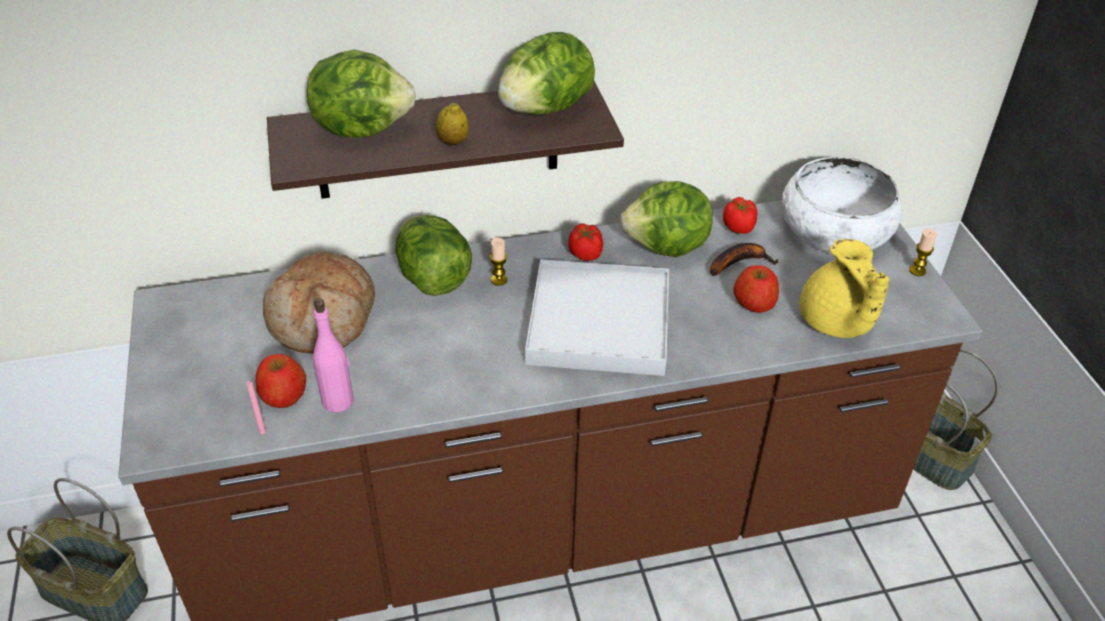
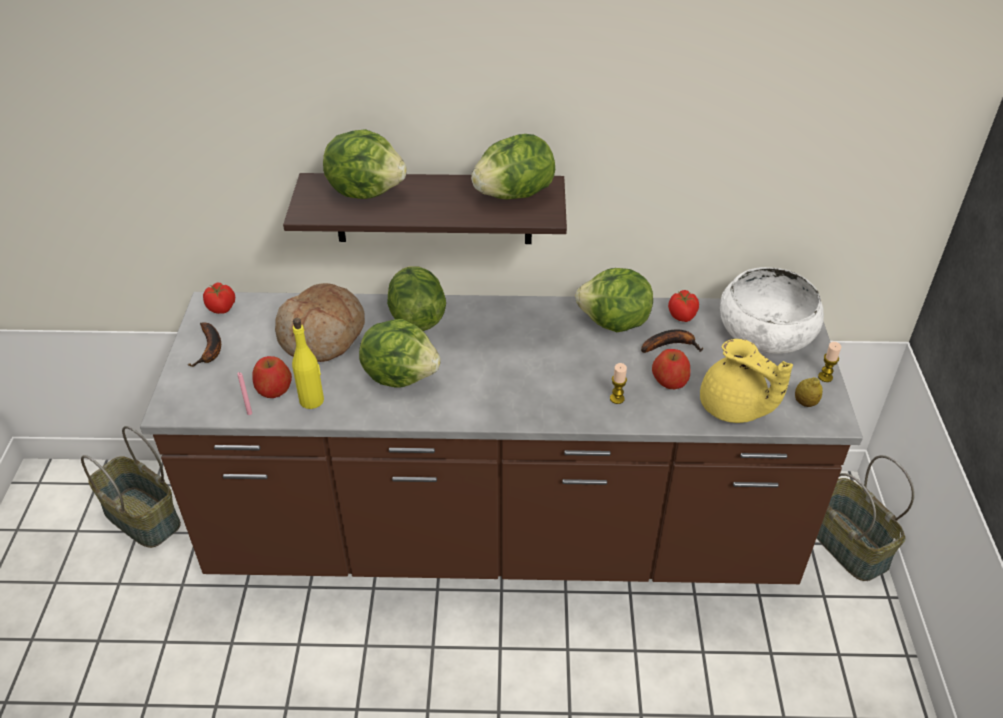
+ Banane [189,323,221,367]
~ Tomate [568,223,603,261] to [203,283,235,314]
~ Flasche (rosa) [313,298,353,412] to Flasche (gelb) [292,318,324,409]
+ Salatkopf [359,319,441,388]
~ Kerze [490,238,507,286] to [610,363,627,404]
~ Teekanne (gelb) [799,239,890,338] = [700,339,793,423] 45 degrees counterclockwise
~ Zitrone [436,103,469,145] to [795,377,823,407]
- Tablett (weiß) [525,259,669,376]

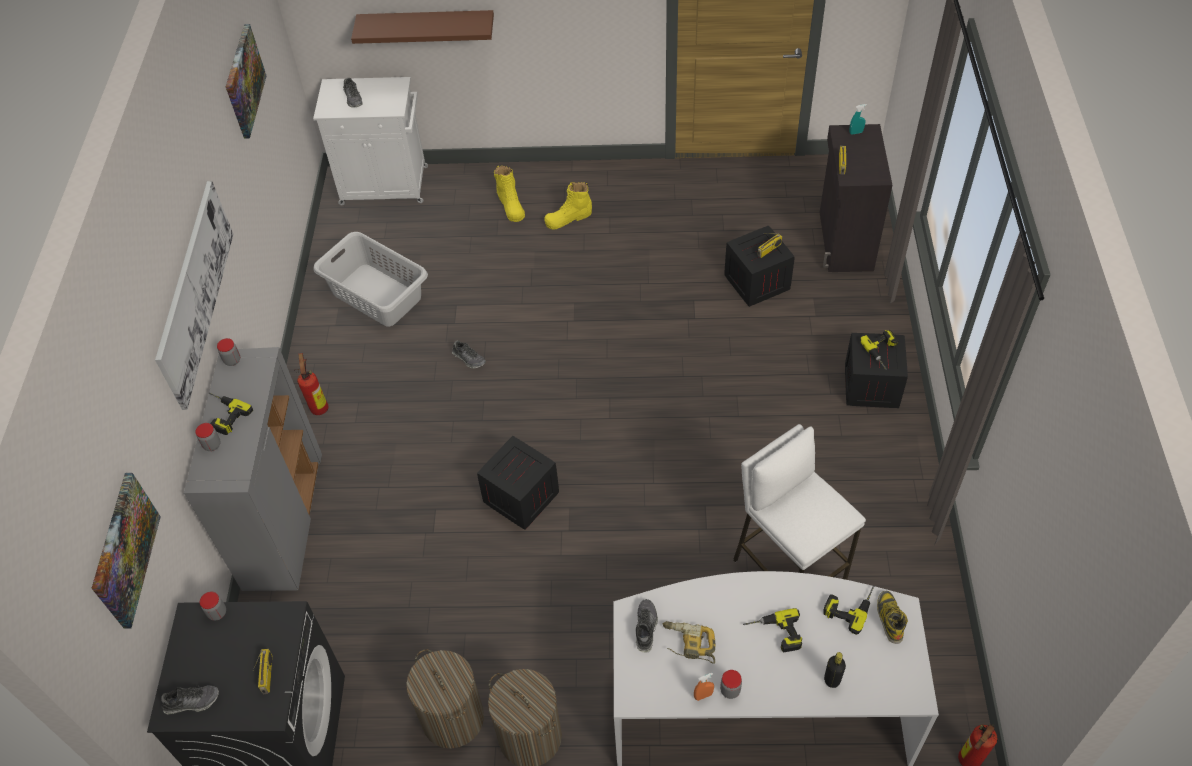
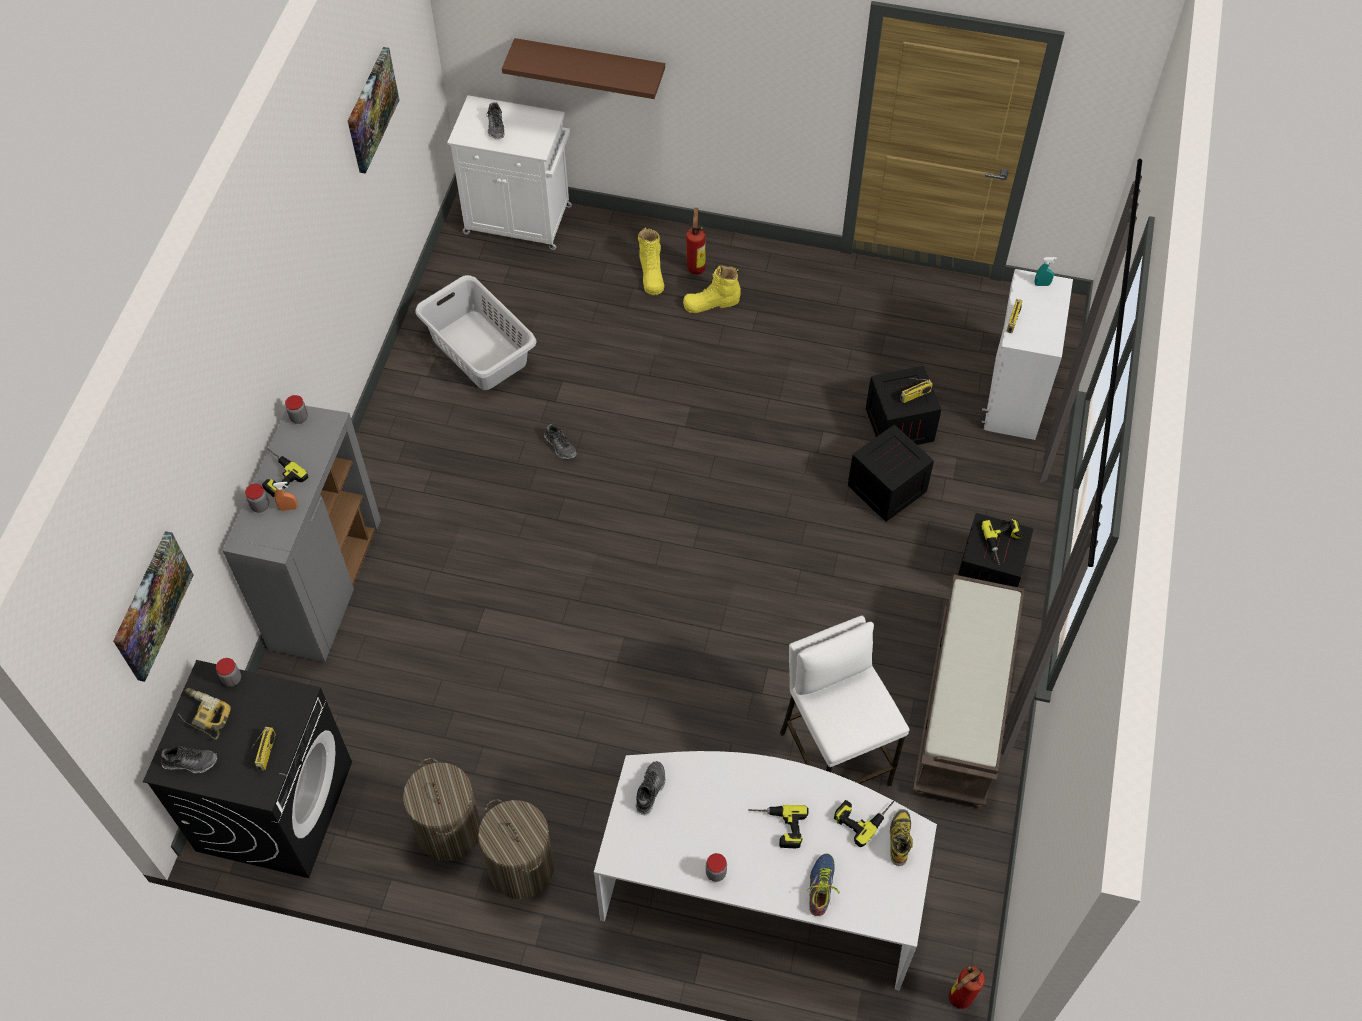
~ Bohrmaschine [663,621,715,664] to [178,688,231,740]
~ Sprühflasche (orange) [694,673,714,701] to [273,482,298,511]
~ Feuerlöscher [294,353,328,415] to [686,208,706,274]
~ Flasche (schwarz) [824,652,846,688] to Schuh [808,854,840,916]
~ Kiste [477,436,559,530] to [848,425,934,522]
+ Bank (braun) [913,575,1025,808]
~ Schrank (schwarz) [820,124,892,272] to Schrank (weiß) [979,269,1073,440]
- Bild [155,181,233,410]

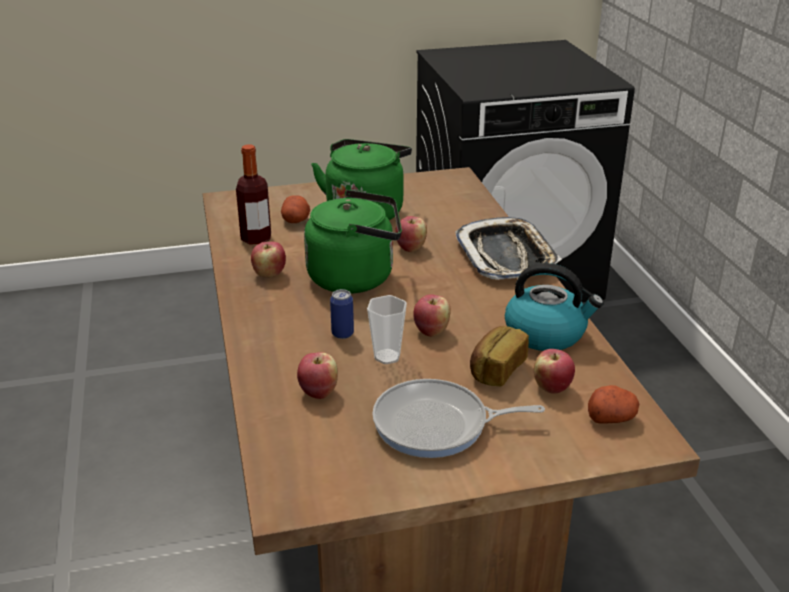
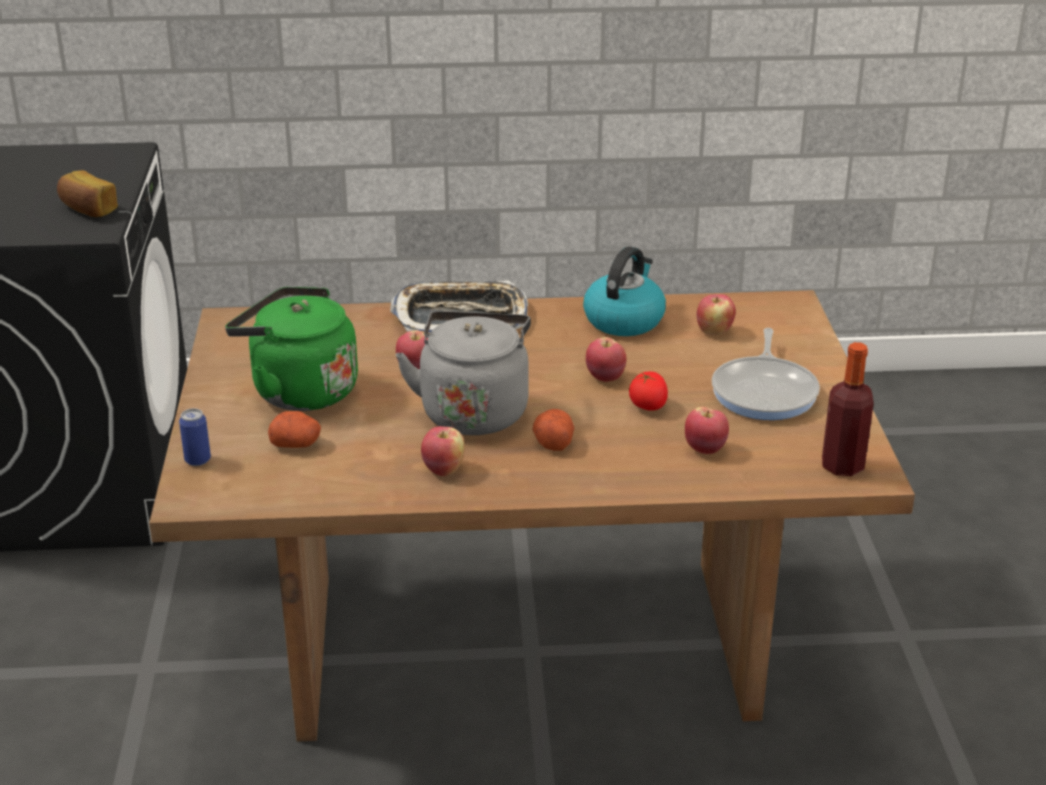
~ Brot [470,326,529,386] to [57,170,118,217]
~ Dose [330,289,354,339] to [179,408,211,466]
~ Wasserkessel (grün) [304,190,402,293] to Wasserkessel (grau) [396,311,531,435]
~ Kartoffel [588,385,639,424] to [532,409,574,451]
~ Tasse [367,295,407,364] to Tomate [629,372,668,411]
~ Flasche [236,144,271,244] to [822,342,874,476]

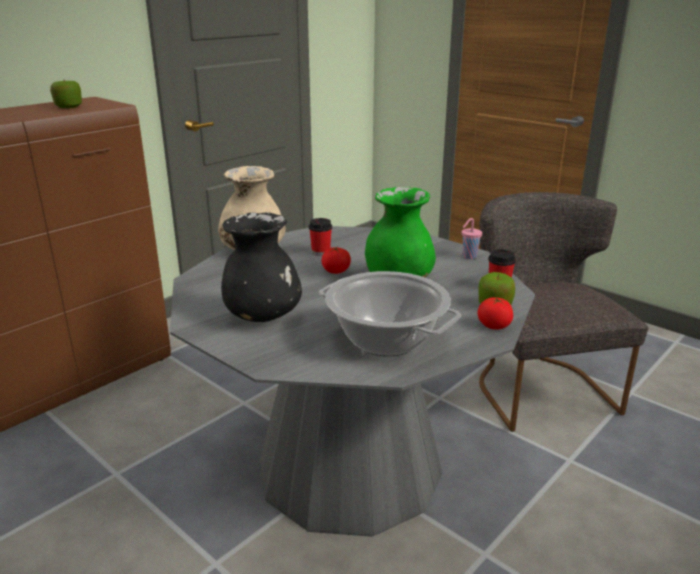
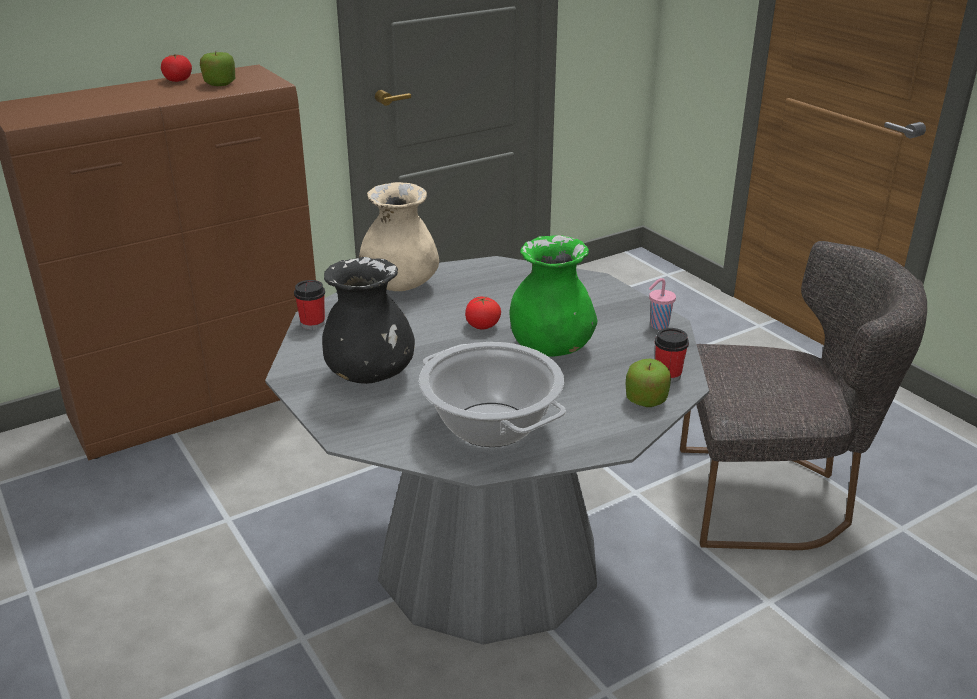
~ Tomate [478,297,513,330] to [161,54,192,82]
~ Tasse [309,218,332,256] to [294,280,325,330]
~ Stuhl (grau) [479,192,649,432] = [680,241,927,550] 90 degrees clockwise

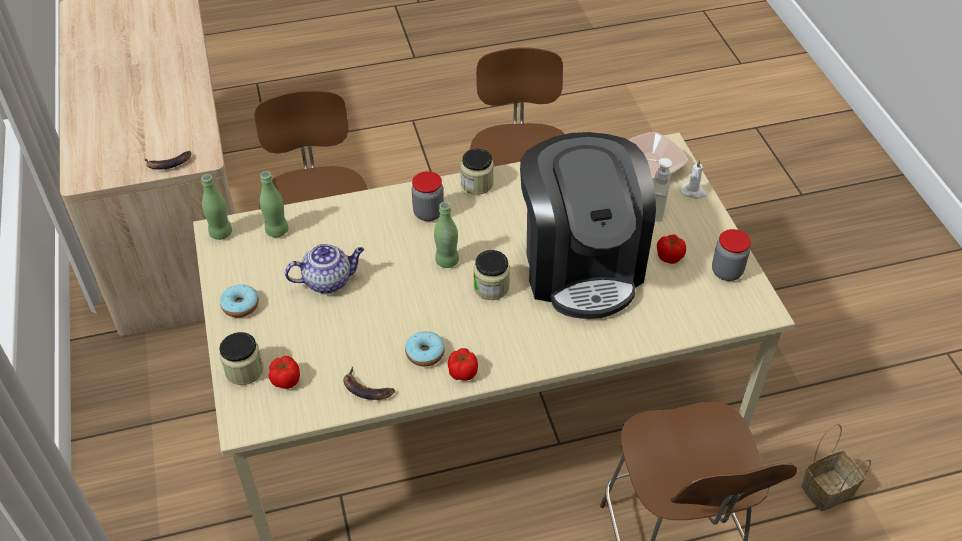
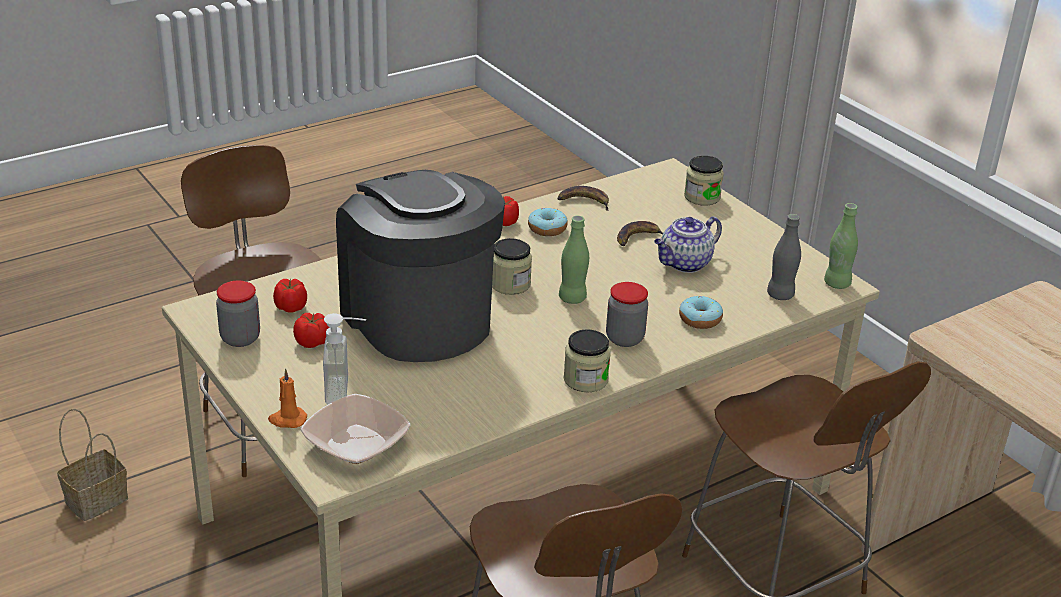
~ Kerze (weiß) [680,159,707,199] to Kerze (orange) [268,369,307,428]
~ Tomate [269,356,300,389] to [273,279,307,313]
~ Banane [144,151,191,170] to [617,221,663,246]
~ Donut [220,284,259,318] to [679,296,723,329]
~ Flasche (grün) [260,171,288,237] to Flasche (grau) [767,214,801,300]

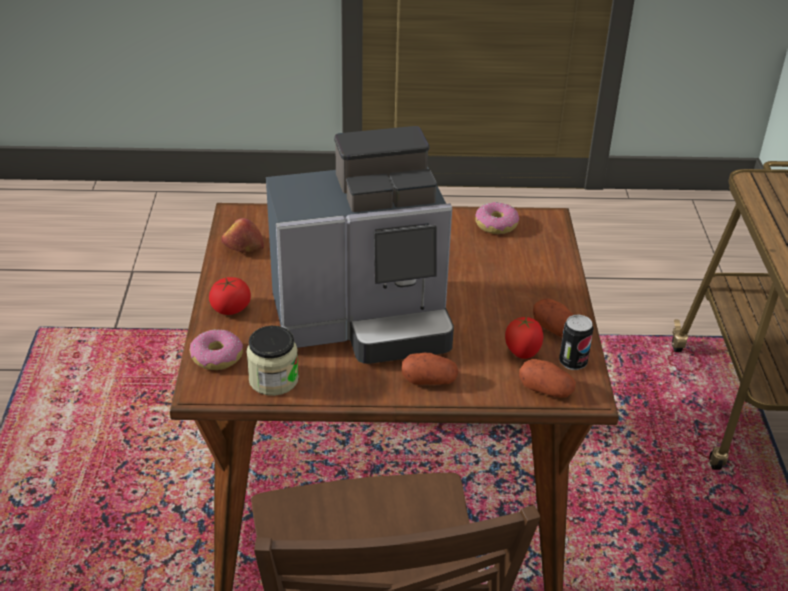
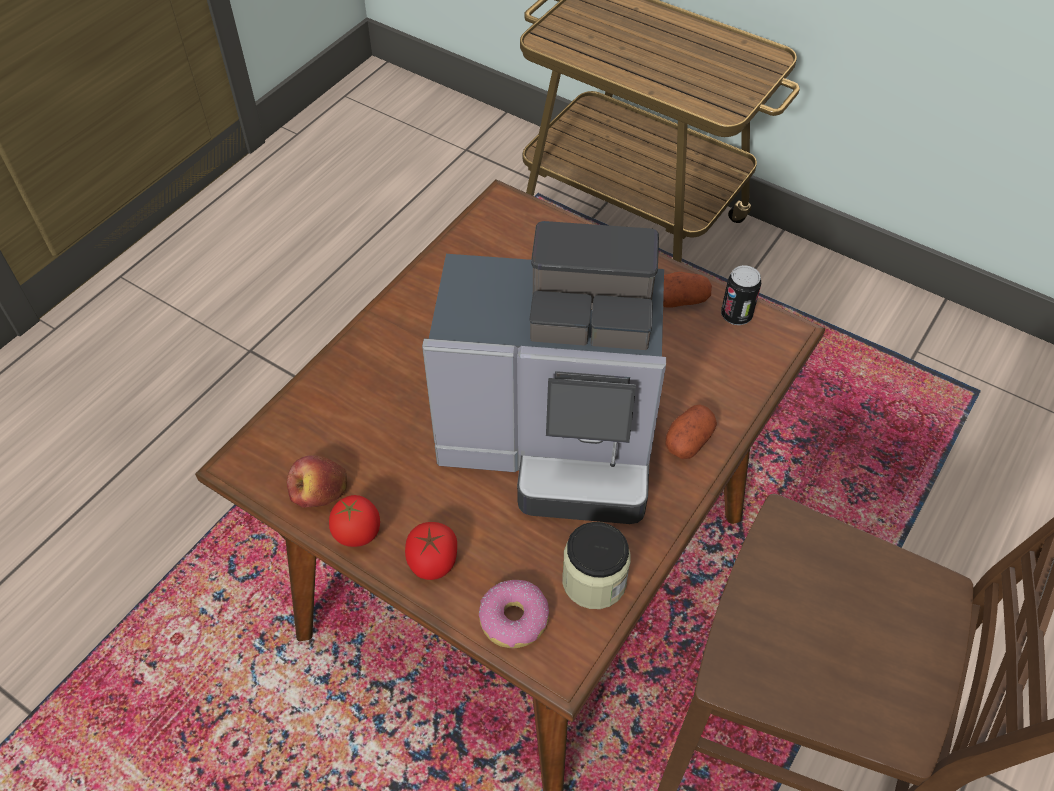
~ Tomate [505,316,543,359] to [329,495,380,547]
~ Kaffeemaschine [266,126,454,364] = [422,221,666,524] 75 degrees clockwise
- Donut [475,202,519,234]
- Kartoffel [519,359,576,398]

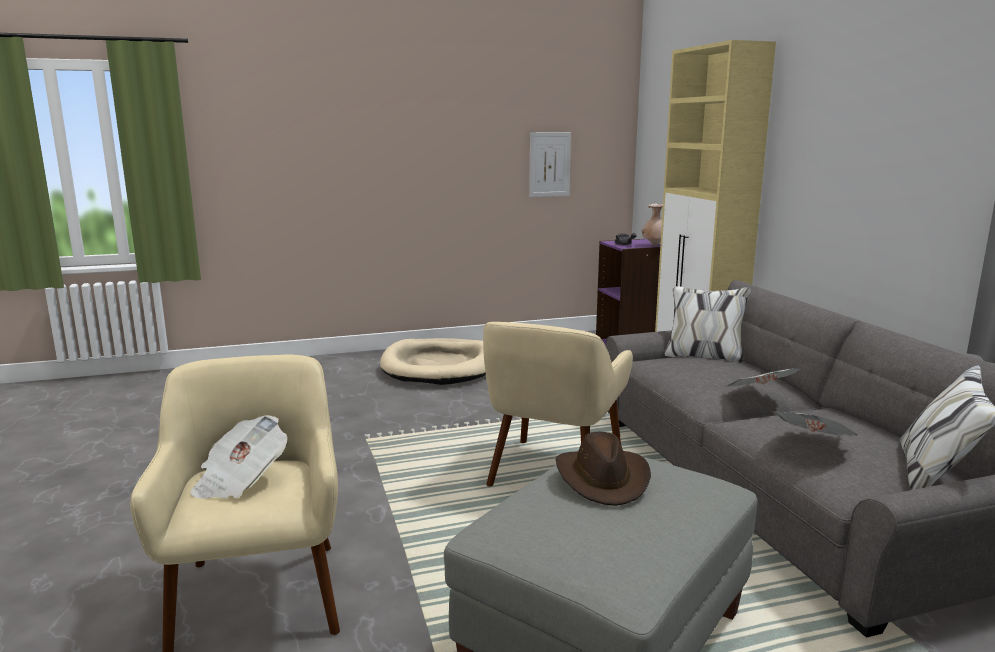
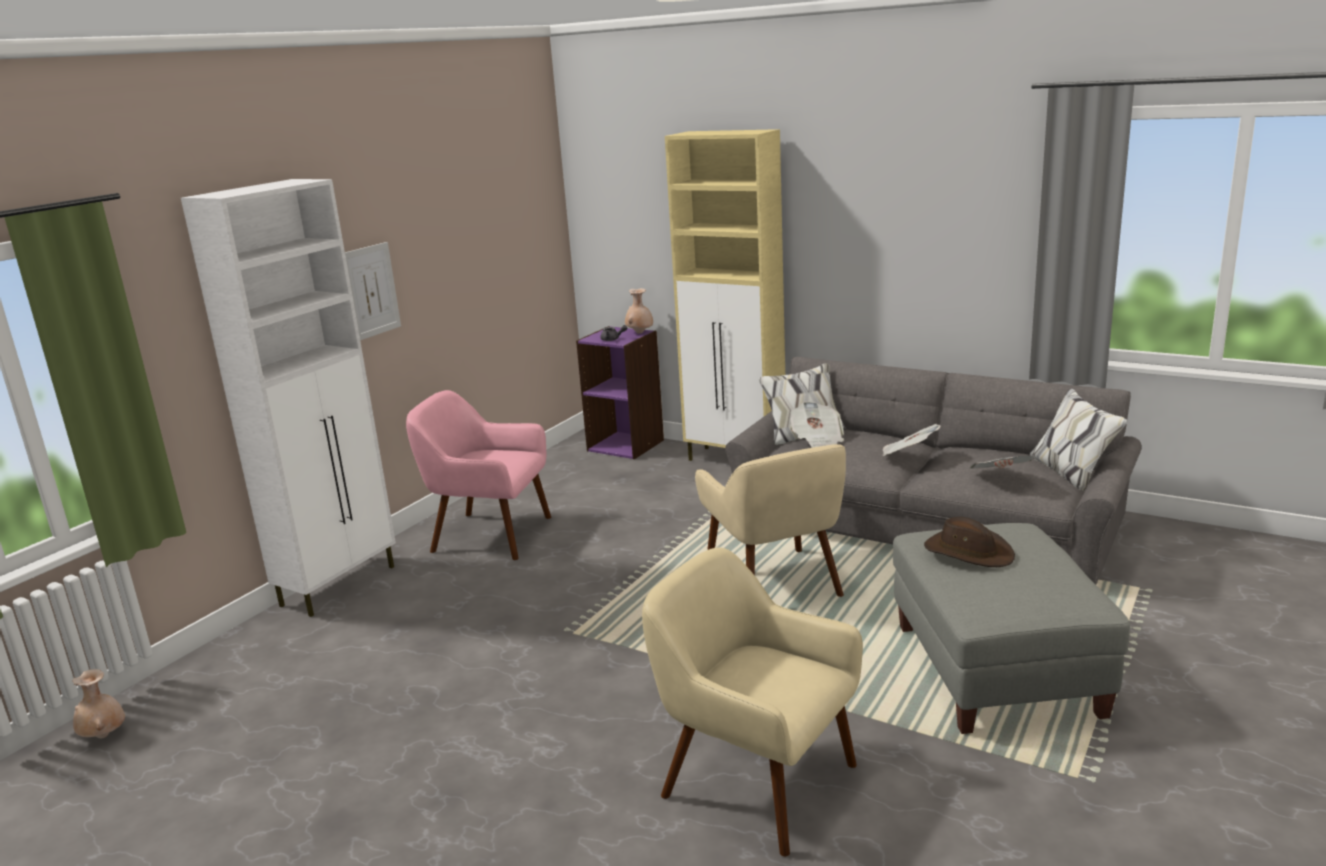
+ Vase (beige) [72,669,125,739]
+ Schrank (weiß) [181,179,396,617]
~ Bild [529,132,571,197] to [345,242,401,340]
~ Hundebett (beige) [380,338,486,385] to Sessel (rosa) [406,390,551,561]
~ Zeitung [190,415,287,499] to [790,402,844,448]

